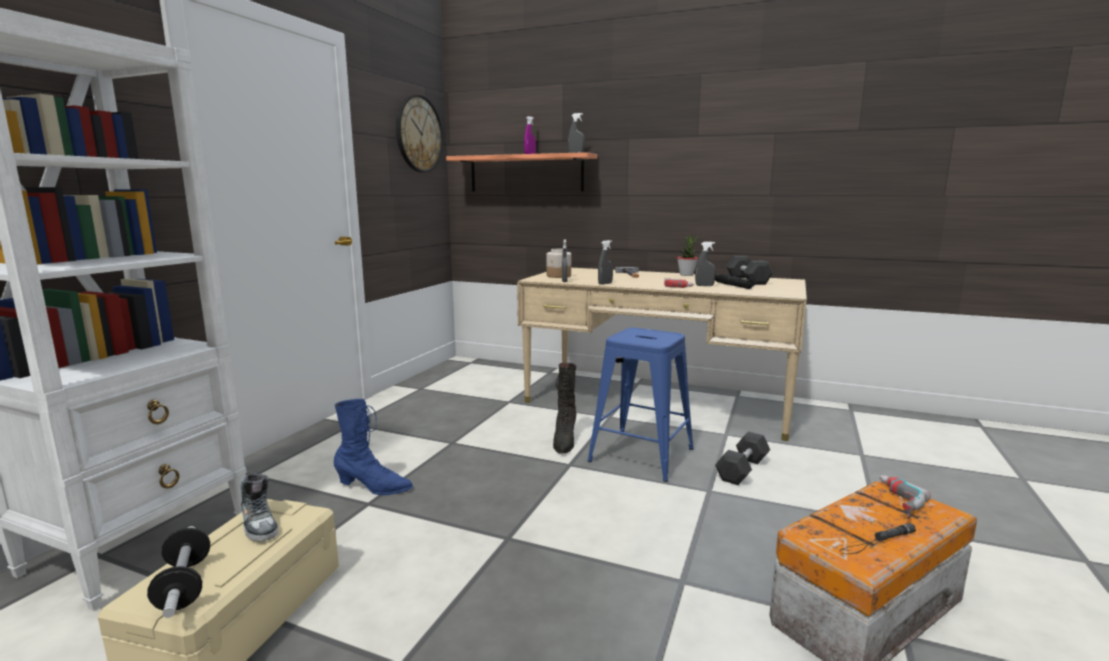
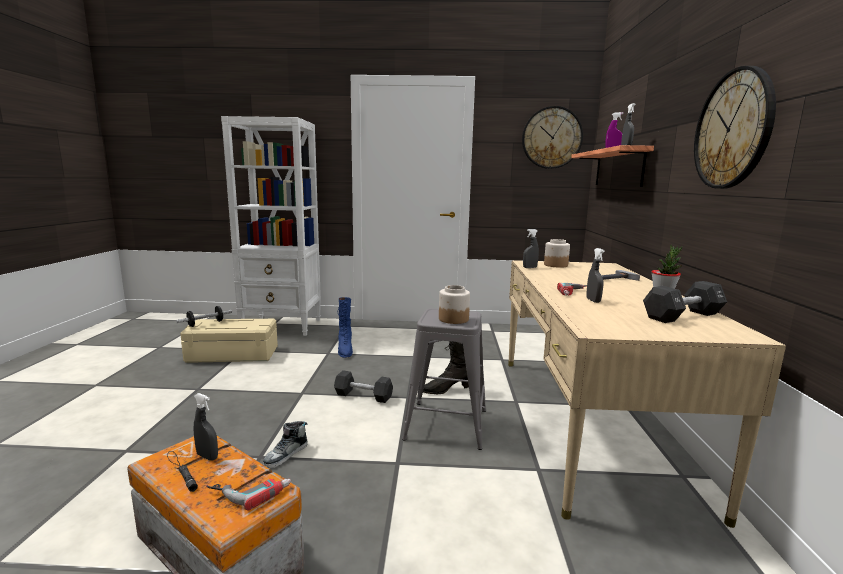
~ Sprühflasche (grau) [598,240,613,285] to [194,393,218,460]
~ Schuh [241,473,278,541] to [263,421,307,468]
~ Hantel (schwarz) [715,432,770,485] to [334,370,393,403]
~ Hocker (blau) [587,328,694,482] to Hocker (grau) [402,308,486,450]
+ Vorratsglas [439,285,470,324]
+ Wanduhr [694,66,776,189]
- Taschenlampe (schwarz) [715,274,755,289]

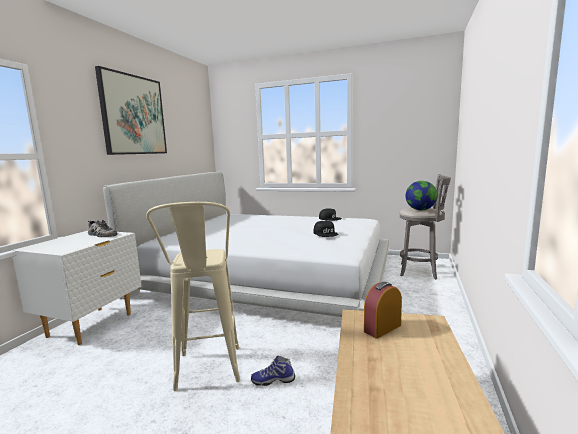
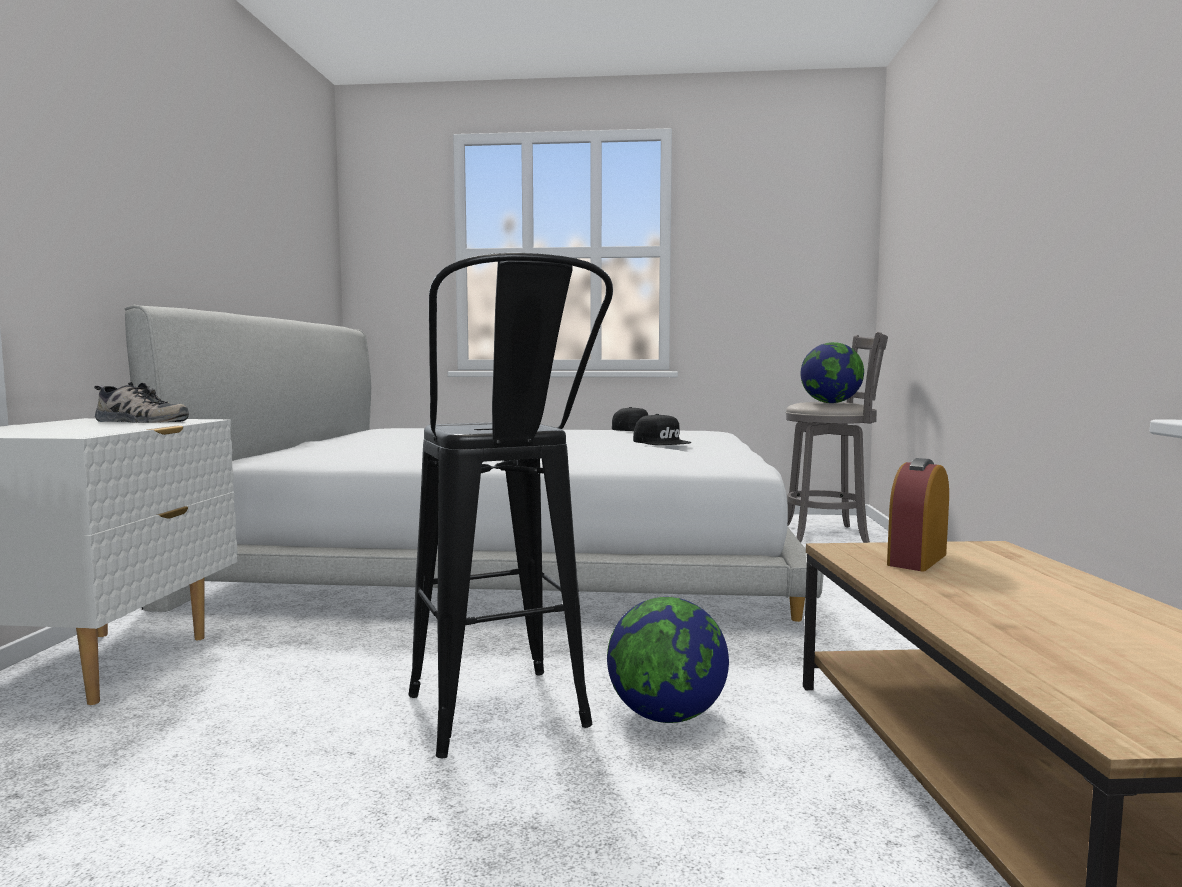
~ Hocker (beige) [146,202,240,391] to Hocker (schwarz) [408,253,613,758]
~ Schuh [251,356,295,386] to Globus [607,597,729,723]
- Bild [95,66,167,155]

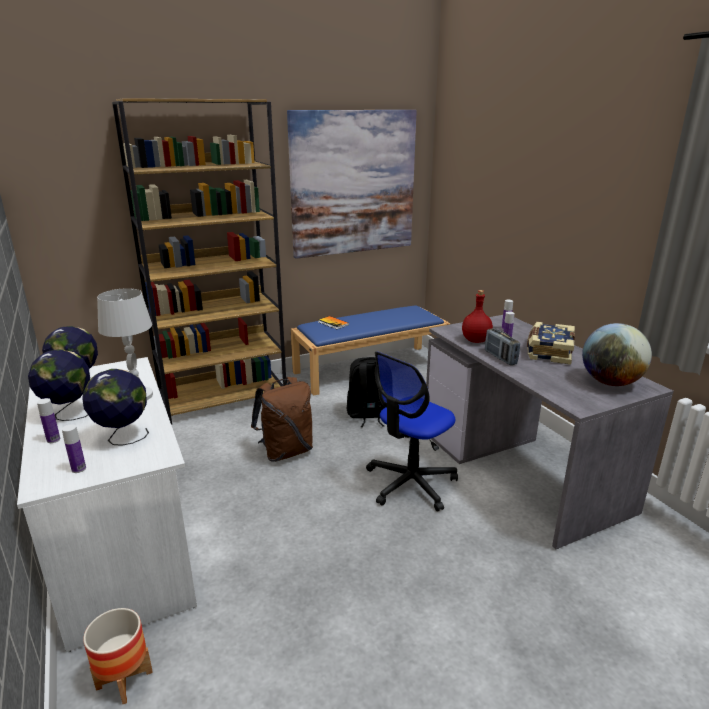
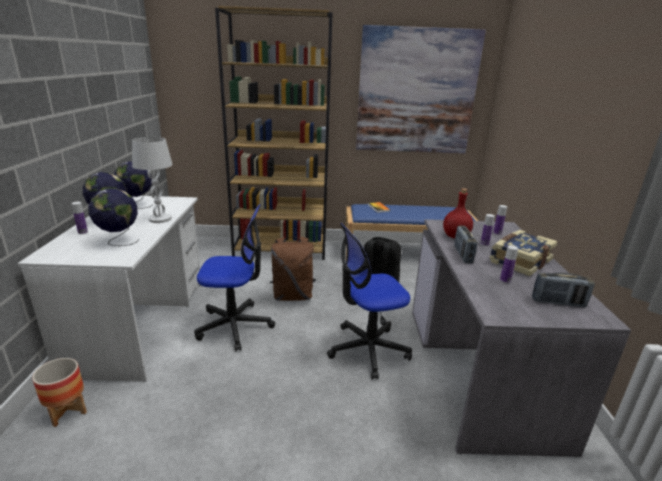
+ Bürostuhl [194,204,275,351]
~ Flasche [62,424,86,473] to [500,245,518,283]
~ Globus [582,323,652,386] to Radio [532,273,595,307]

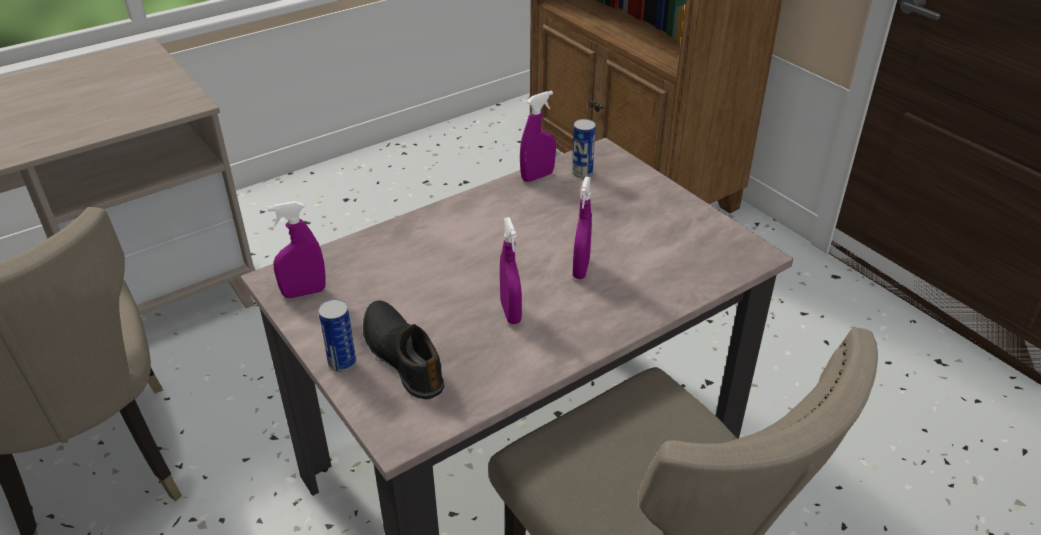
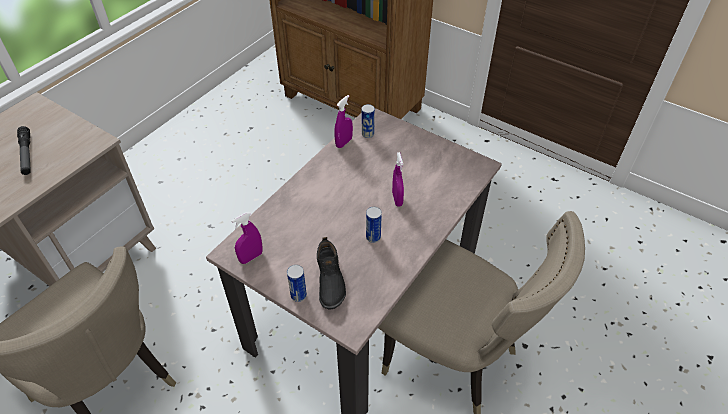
+ Taschenlampe [17,126,31,175]
~ Schuh (schwarz) [363,300,444,399] = [317,237,346,309] 135 degrees counterclockwise
~ Sprühflasche (lila) [500,217,522,324] to Dose [366,207,382,243]

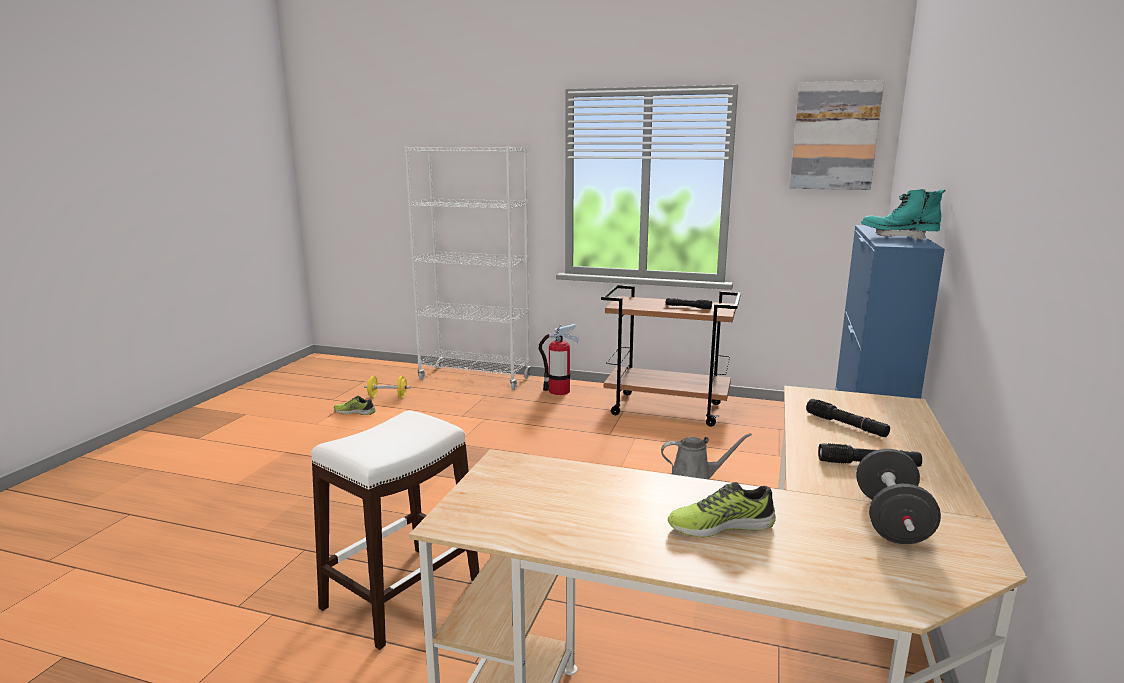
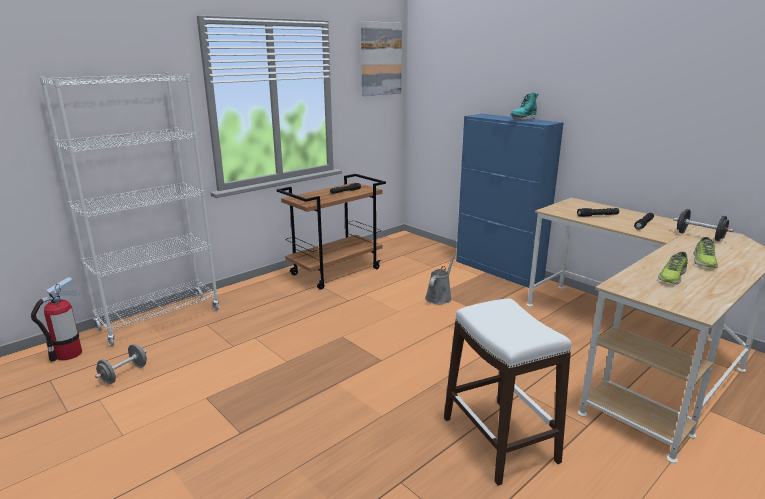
~ Feuerlöscher [539,323,579,395] to [31,277,82,362]
~ Hantel (gelb) [364,376,411,398] to Hantel (grau) [95,344,147,384]
~ Schuh [334,396,376,415] to [658,252,688,284]

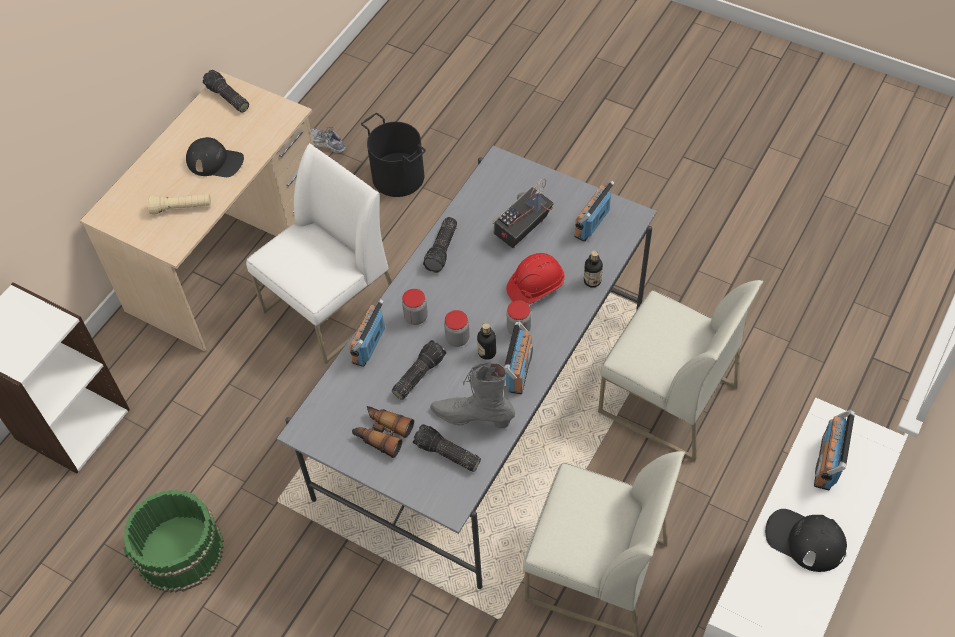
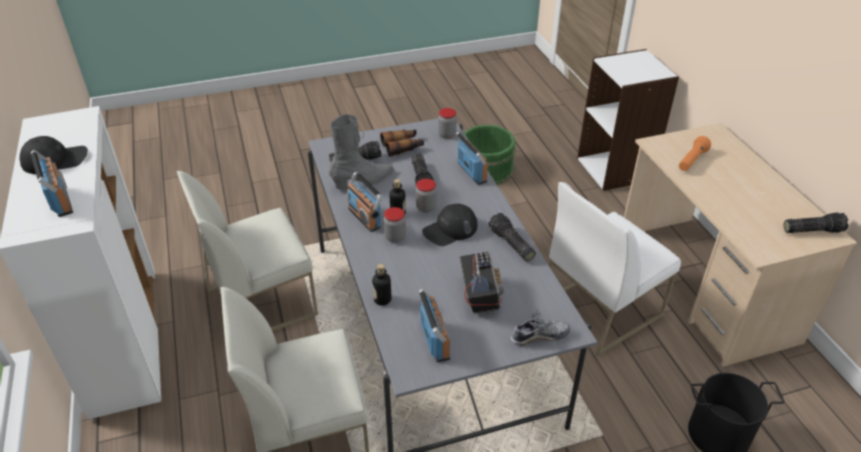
~ Kappe (schwarz) [186,137,244,177] to [422,203,478,246]
~ Vorratsglas [402,289,428,325] to [438,108,457,139]
~ Schuh [311,127,346,153] to [511,310,570,346]
~ Stuhl (weiß) [246,143,392,364] = [549,182,681,356] 60 degrees clockwise
~ Taschenlampe (beige) [147,193,211,215] to Taschenlampe (orange) [679,136,711,171]
- Schutzhelm (rot) [506,253,565,305]

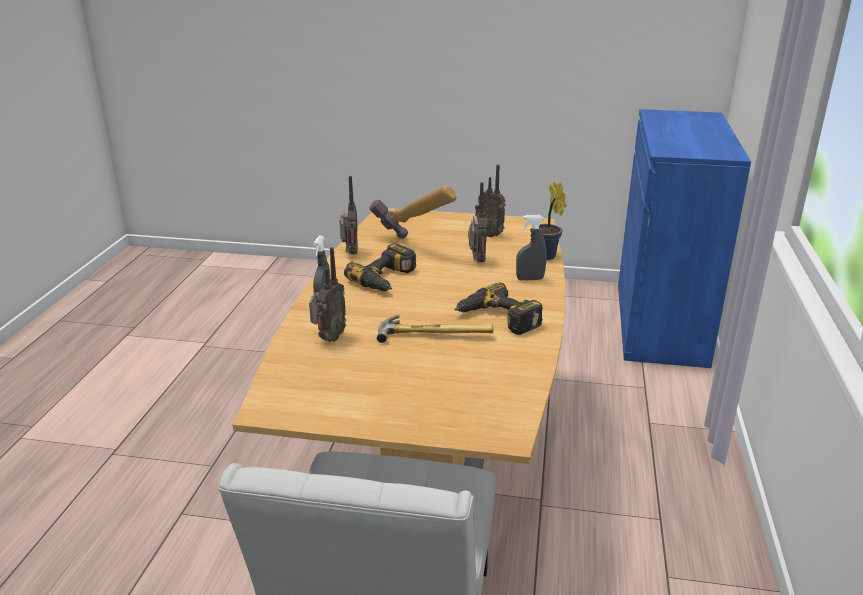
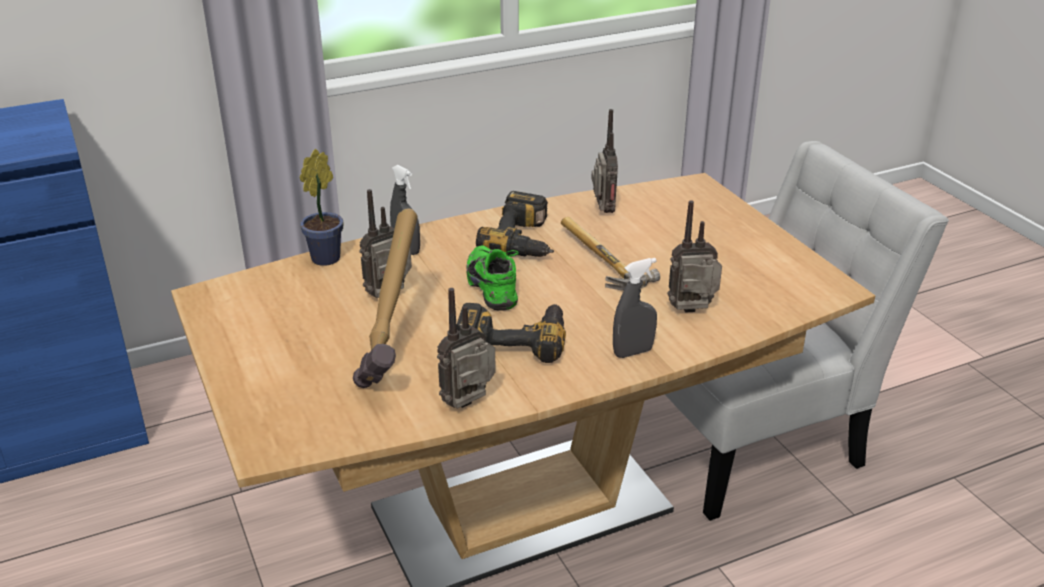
+ Schuh (grün) [466,246,519,311]
~ Radio [475,164,506,238] to [591,109,618,213]

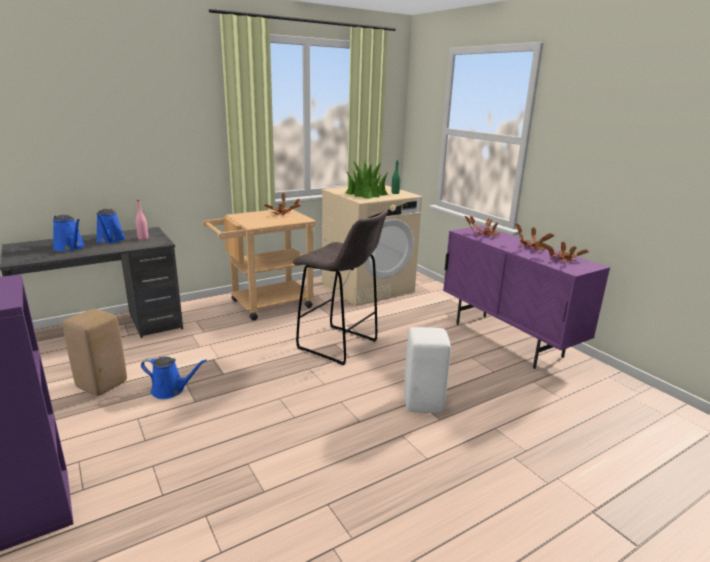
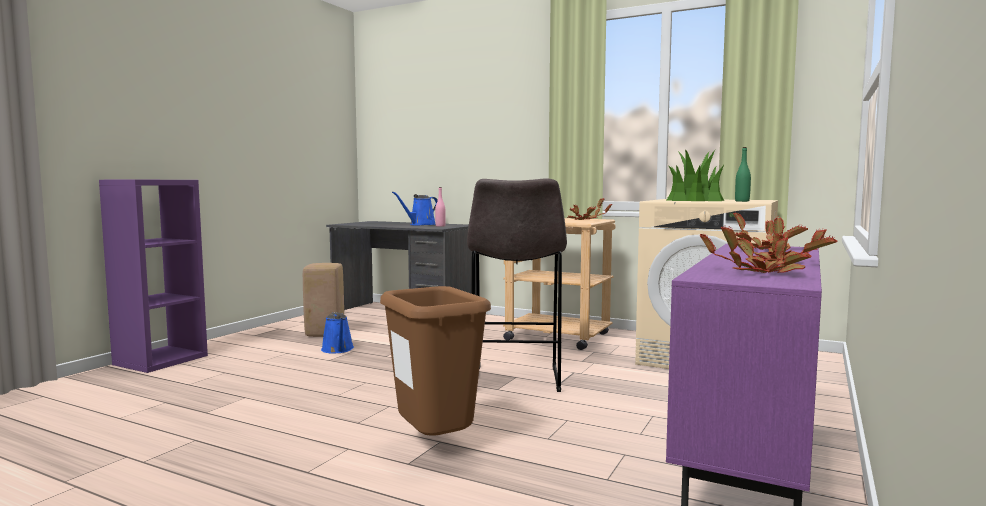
~ Hocker (weiß) [404,327,451,413] to Mülleimer (braun) [380,286,491,436]
- Gießkanne (blau) [53,215,85,251]

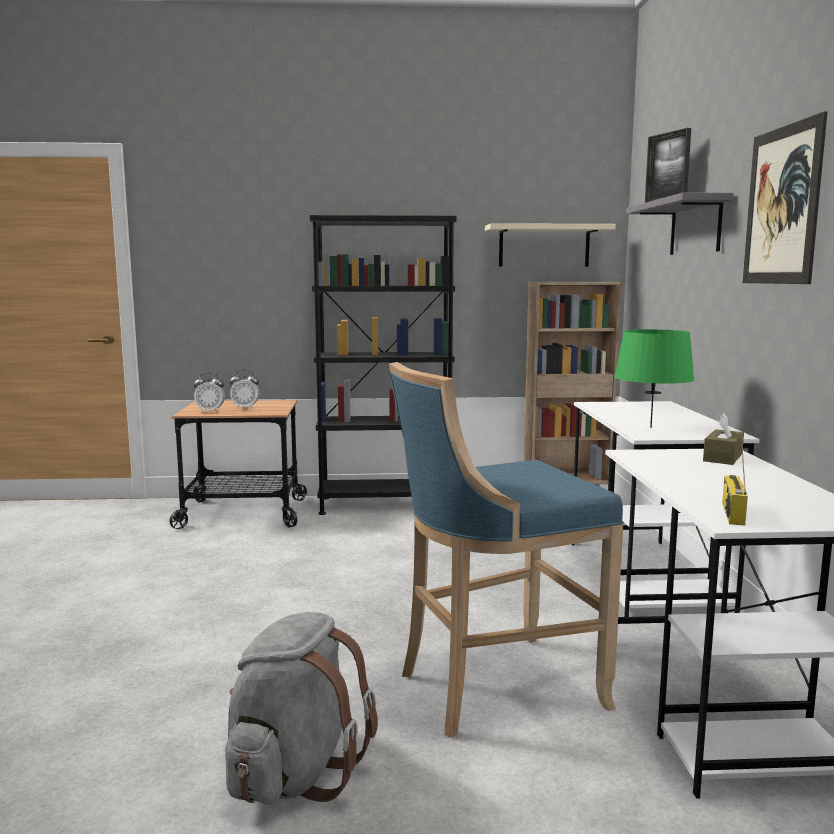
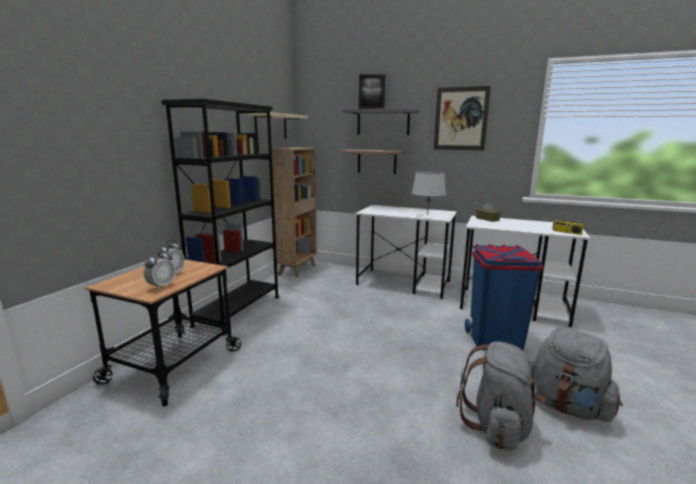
+ Wandregal [341,149,405,174]
~ Tischlampe (grün) [614,329,695,428] to Tischlampe (grau) [412,171,446,216]
+ Rucksack (grau) [456,342,545,451]
~ Hocker (blau) [389,362,624,738] to Mülleimer (blau) [465,244,543,350]

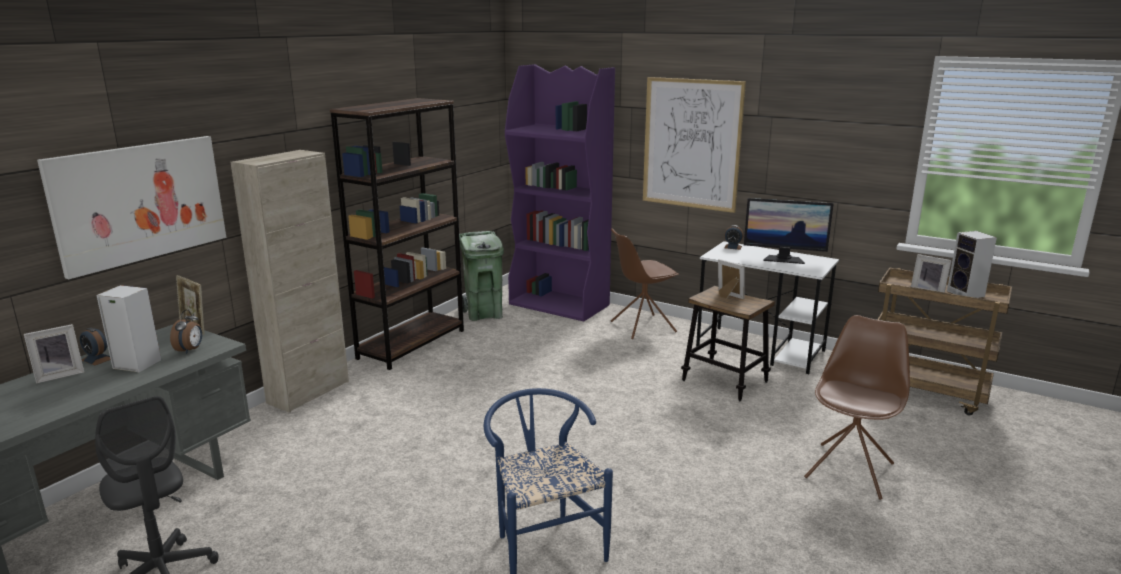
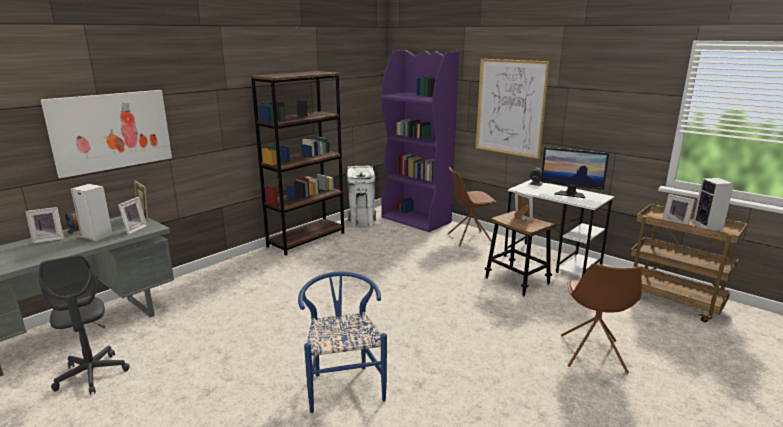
~ Wecker [170,309,202,354] to Bilderrahmen [118,197,147,235]
~ Mülleimer (grün) [459,231,504,321] to Mülleimer (weiß) [347,166,376,227]
~ Stuhl (braun) [804,315,910,500] = [561,264,642,373] 150 degrees clockwise
- Schrank (beige) [230,150,349,413]

